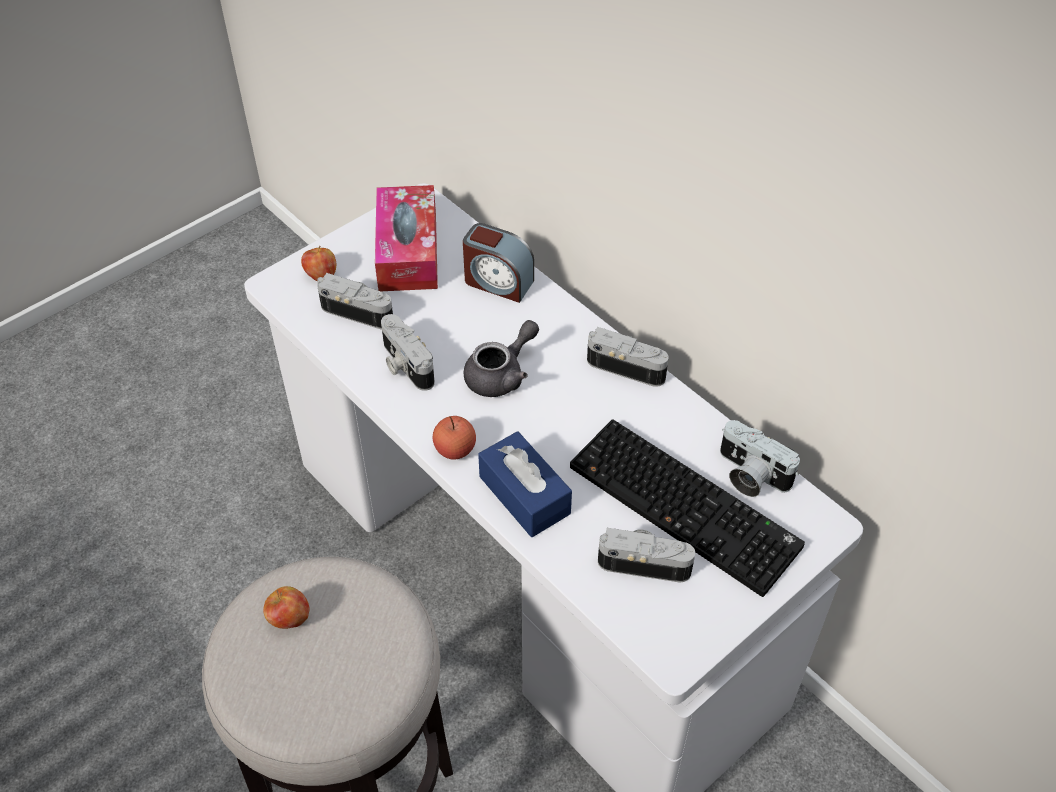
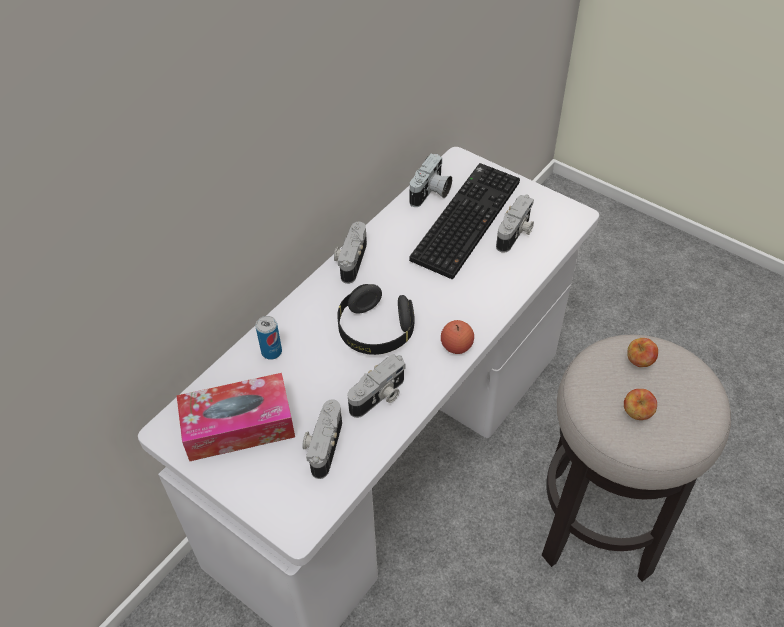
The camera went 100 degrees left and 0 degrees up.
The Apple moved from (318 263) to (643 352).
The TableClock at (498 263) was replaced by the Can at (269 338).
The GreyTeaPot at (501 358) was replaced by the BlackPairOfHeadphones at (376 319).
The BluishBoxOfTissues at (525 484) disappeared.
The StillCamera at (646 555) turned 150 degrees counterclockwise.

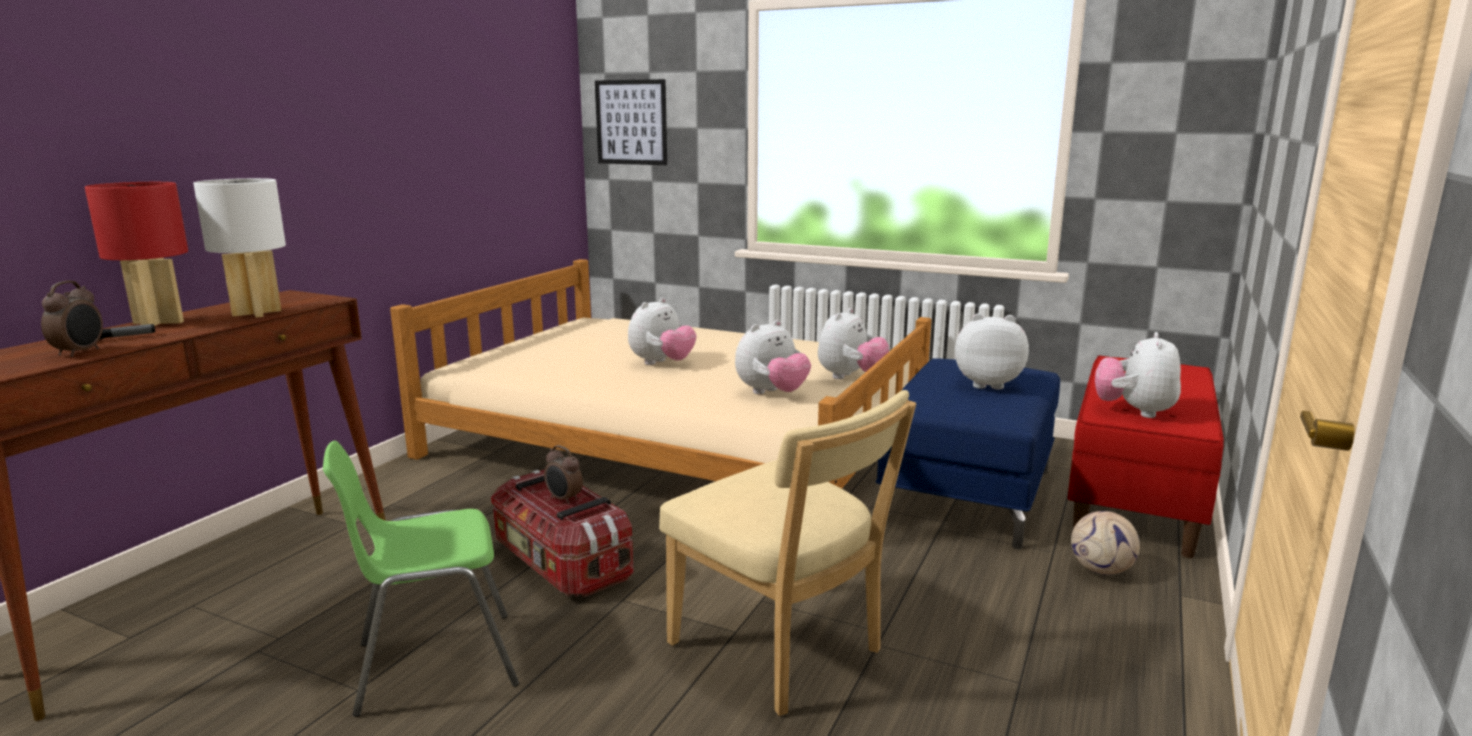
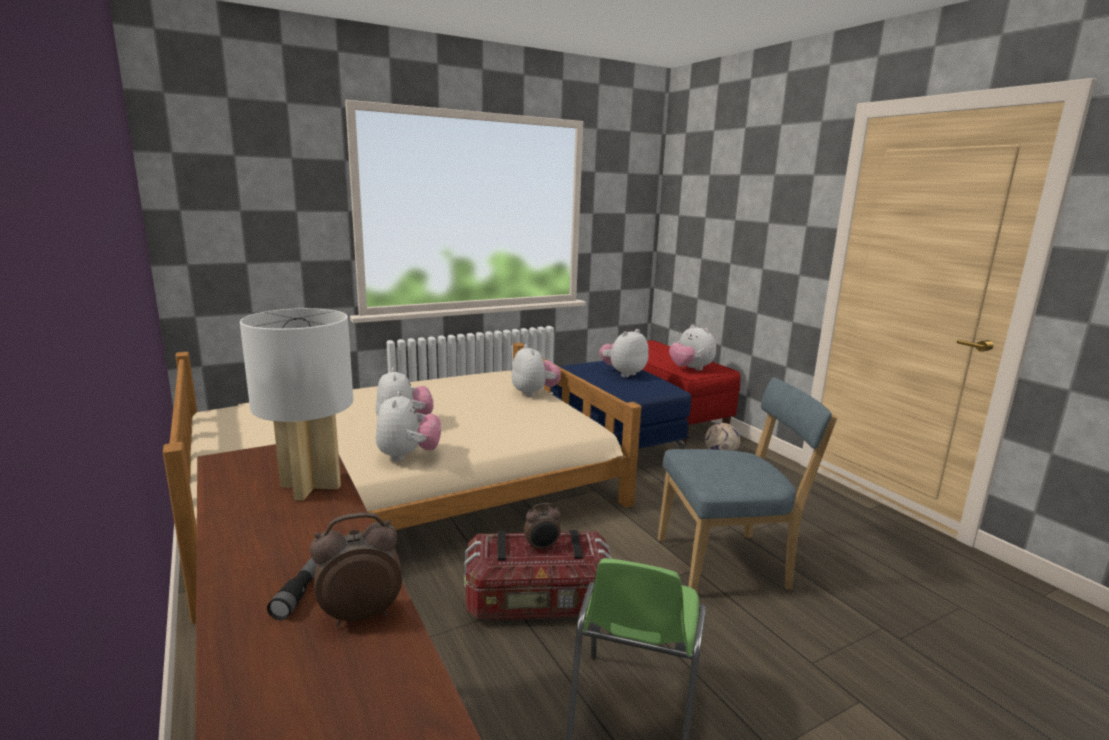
The camera went 55 degrees left and 0 degrees up.
The TableClock at (72 319) turned 60 degrees counterclockwise.
The RedTableLamp at (136 254) disappeared.
The Picture at (631 122) disappeared.
The BeigePlainChair at (787 553) became the BluishPlainChair at (747 484).
The PlushToy moved from (773 357) to (408 426).

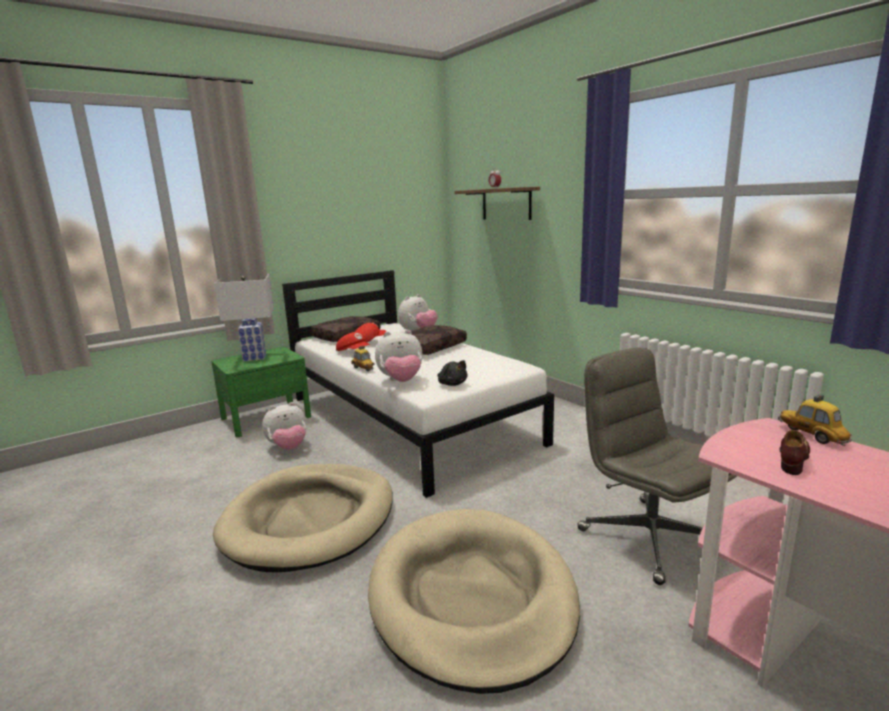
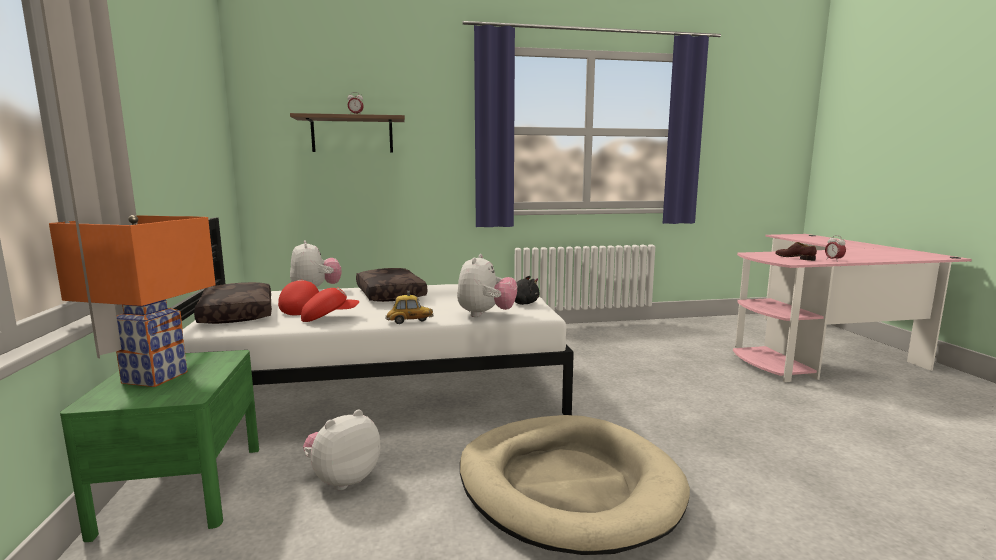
The camera went 65 degrees left and 5 degrees down.
The WhiteColouredTableLamp at (244 318) became the OrangeTableLamp at (132 301).
The PlushToy at (284 426) turned 135 degrees counterclockwise.
The BeigeDogCushion at (474 601) disappeared.
The GreyOfficeChair at (657 466) disappeared.
The ToyCar at (815 420) disappeared.
The TableClock at (835 248) appeared.

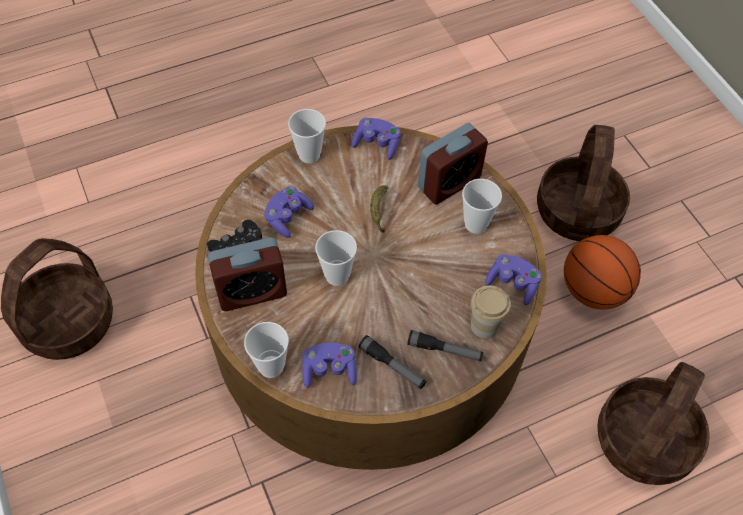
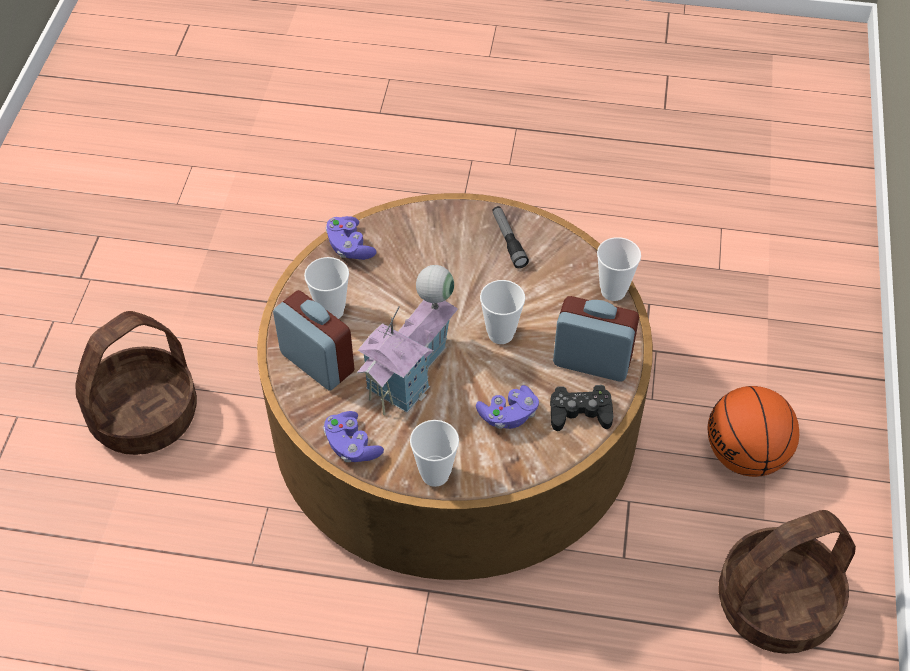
The camera went 145 degrees left and 5 degrees down.
The PurpleJoypad at (329 365) disappeared.
The Banana at (379 209) was replaced by the ToyHouse at (407 340).
The Torch at (445 345) disappeared.
The TableClock at (453 164) turned 45 degrees clockwise.
The DrinkingCup at (491 312) disappeared.
The Basketball moved from (602 272) to (753 431).
The StorageBasket at (653 423) disappeared.

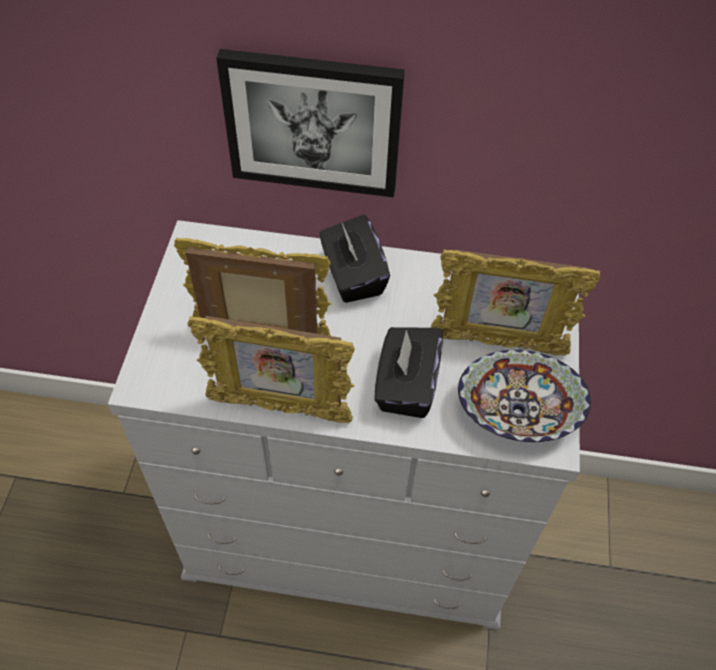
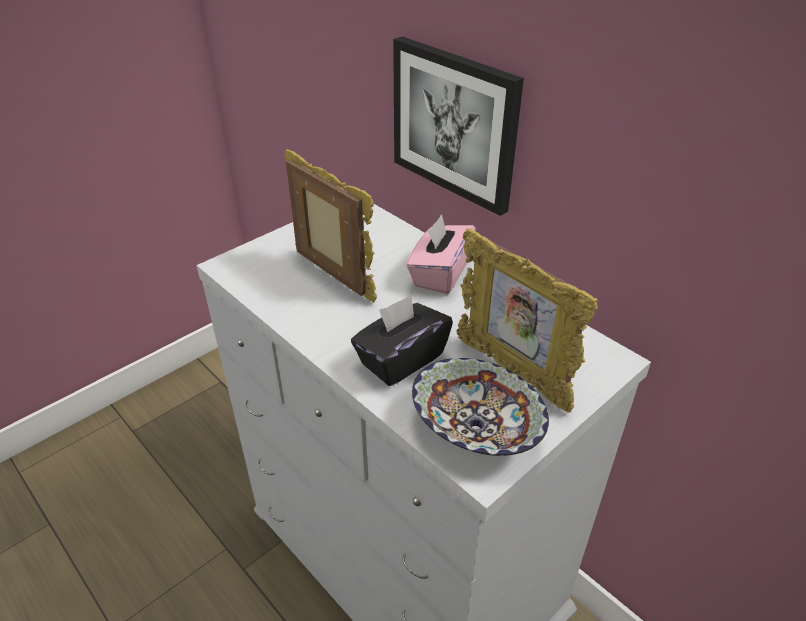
The camera went 40 degrees right and 15 degrees down.
The PictureFrame at (271 369) disappeared.
The BlackBoxOfTissues at (354 258) became the PinkBoxOfTissues at (441 254).

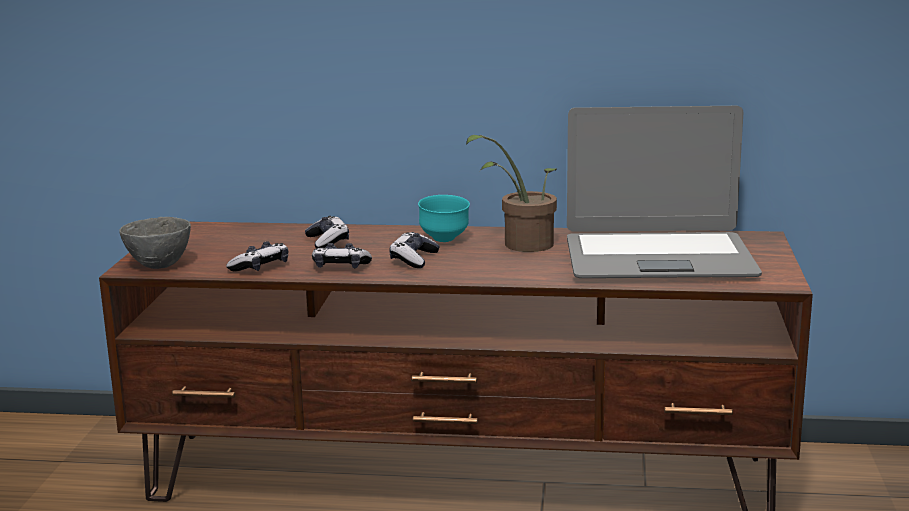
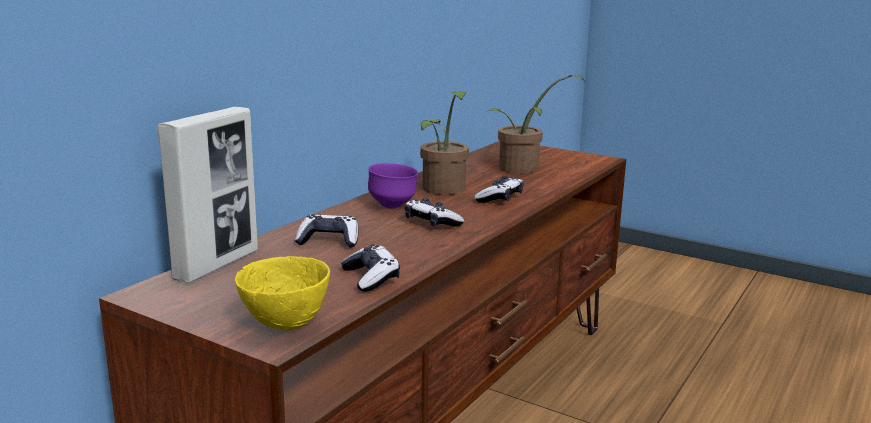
The camera went 65 degrees left and 0 degrees up.
The GreyServingBowl at (155 243) became the YellowishServingBowl at (282 293).
The Joypad moved from (342 255) to (499 189).
The BlueGreenServingBowl at (444 218) became the PurpleServingBowl at (393 185).
The Laptop at (664 192) was replaced by the Houseplant at (536 124).
The PictureFrame at (207 195) appeared.

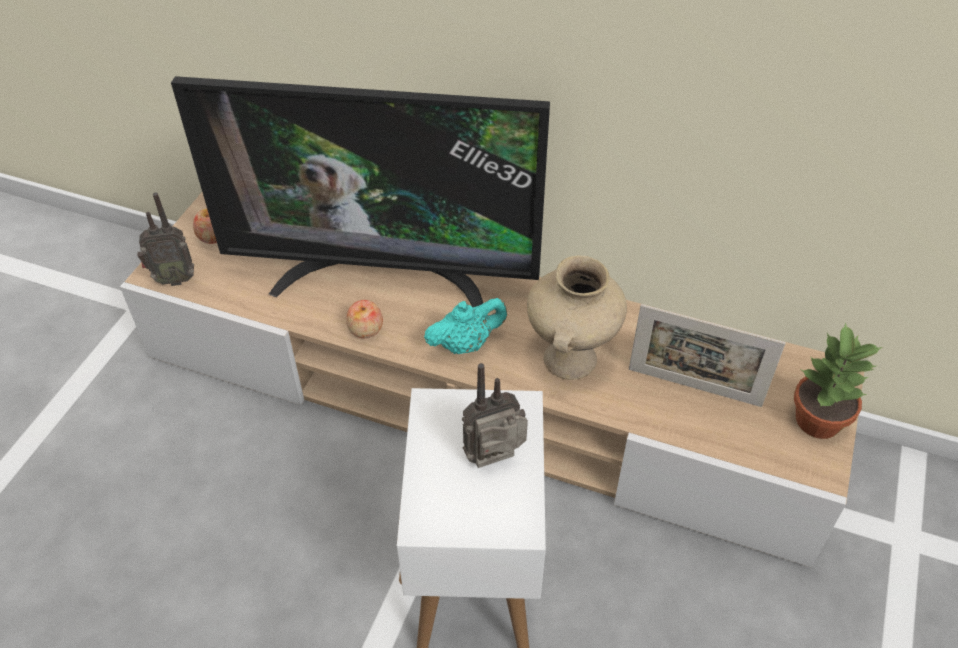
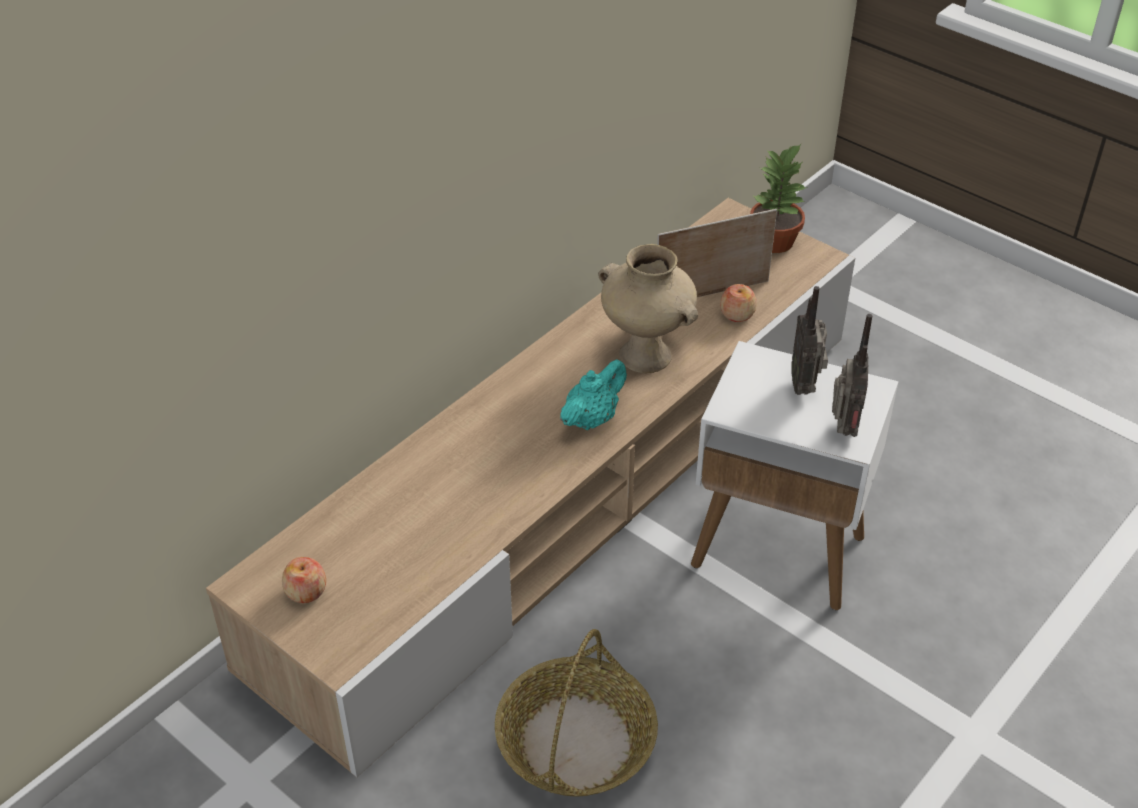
The camera went 70 degrees left and 5 degrees down.
The RadioReceiver moved from (165 239) to (852 375).
The Tv at (360 191) disappeared.
The Apple moved from (364 319) to (738 303).
The BlueGreenTeaPot at (465 326) turned 45 degrees clockwise.
The PictureFrame at (707 355) turned 150 degrees counterclockwise.
The StorageBasket at (576 713) appeared.

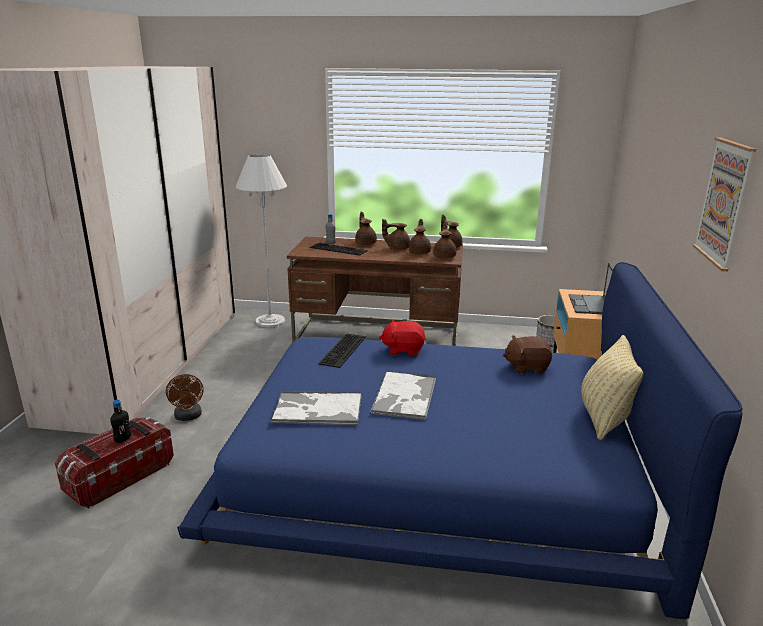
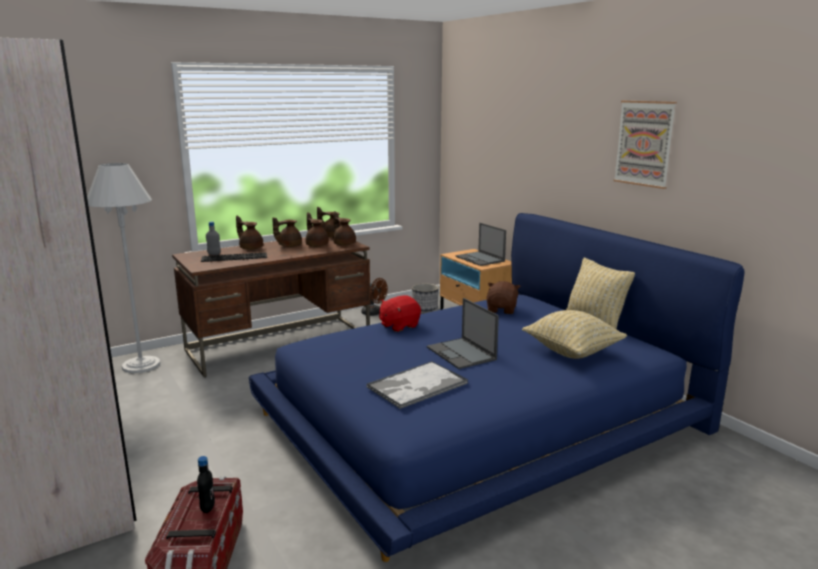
The camera went 40 degrees left and 5 degrees down.
The BrownElectricFan moved from (185 397) to (374 297).
The ComputerKeyboard at (342 351) disappeared.
The Tray at (403 395) was replaced by the Laptop at (463 333).
The BrownPlushToy at (527 354) turned 150 degrees clockwise.
The BeigeCushion at (574 334) appeared.

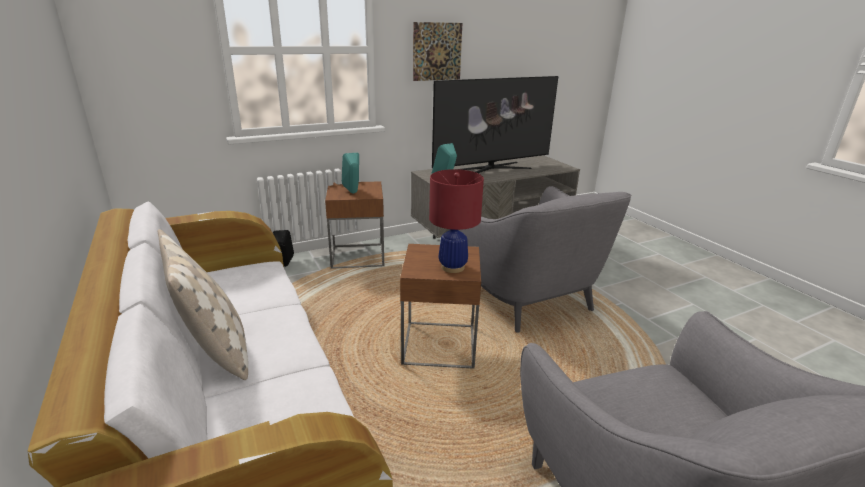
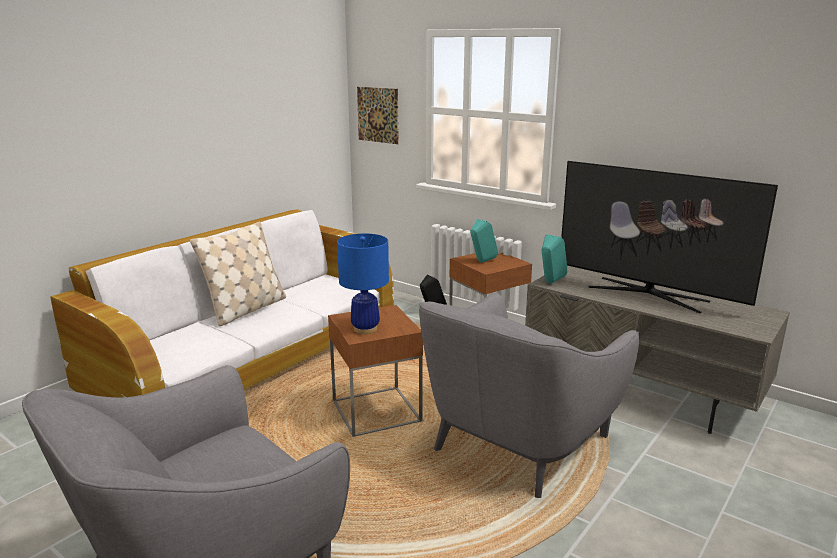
The camera went 65 degrees right and 5 degrees down.
The Picture moved from (437 51) to (378 115).
The RedTableLamp at (456 221) became the BluishTableLamp at (363 284).

